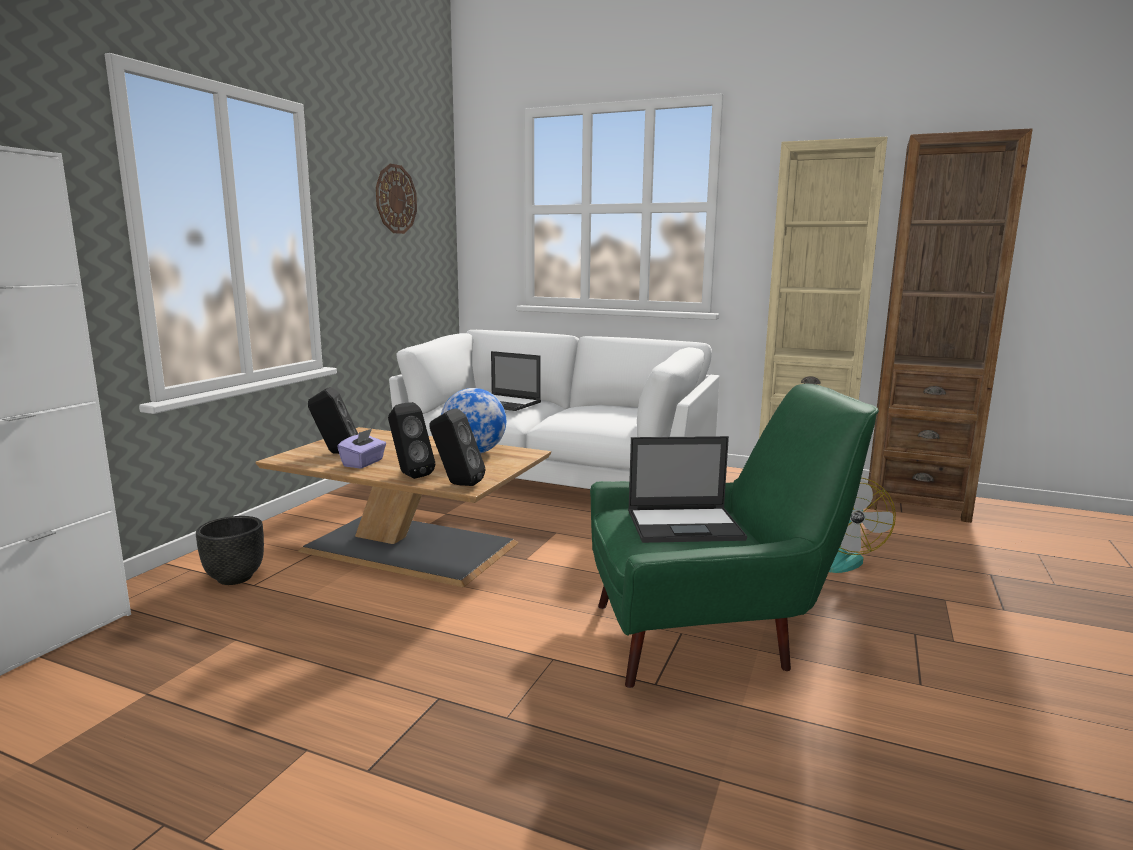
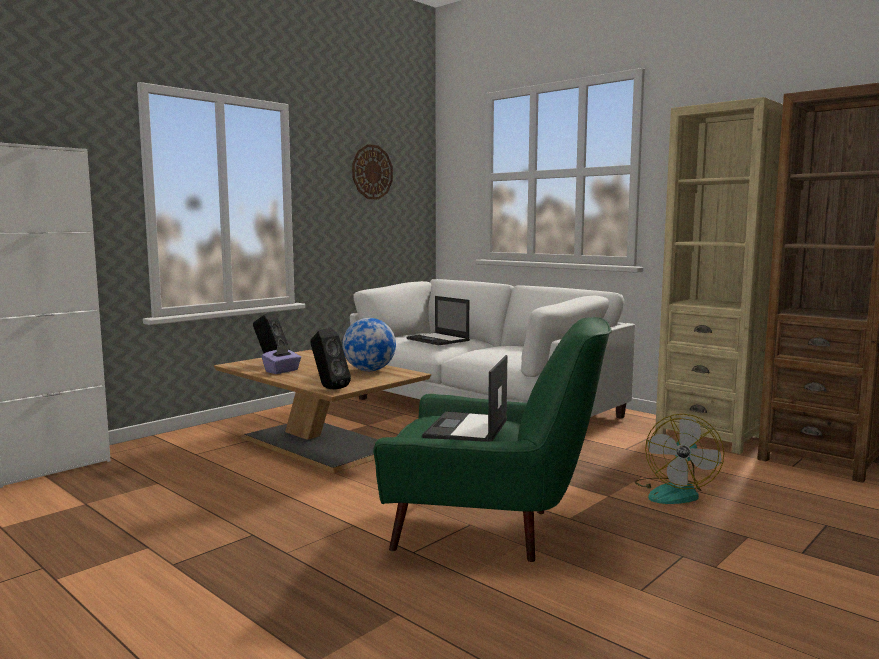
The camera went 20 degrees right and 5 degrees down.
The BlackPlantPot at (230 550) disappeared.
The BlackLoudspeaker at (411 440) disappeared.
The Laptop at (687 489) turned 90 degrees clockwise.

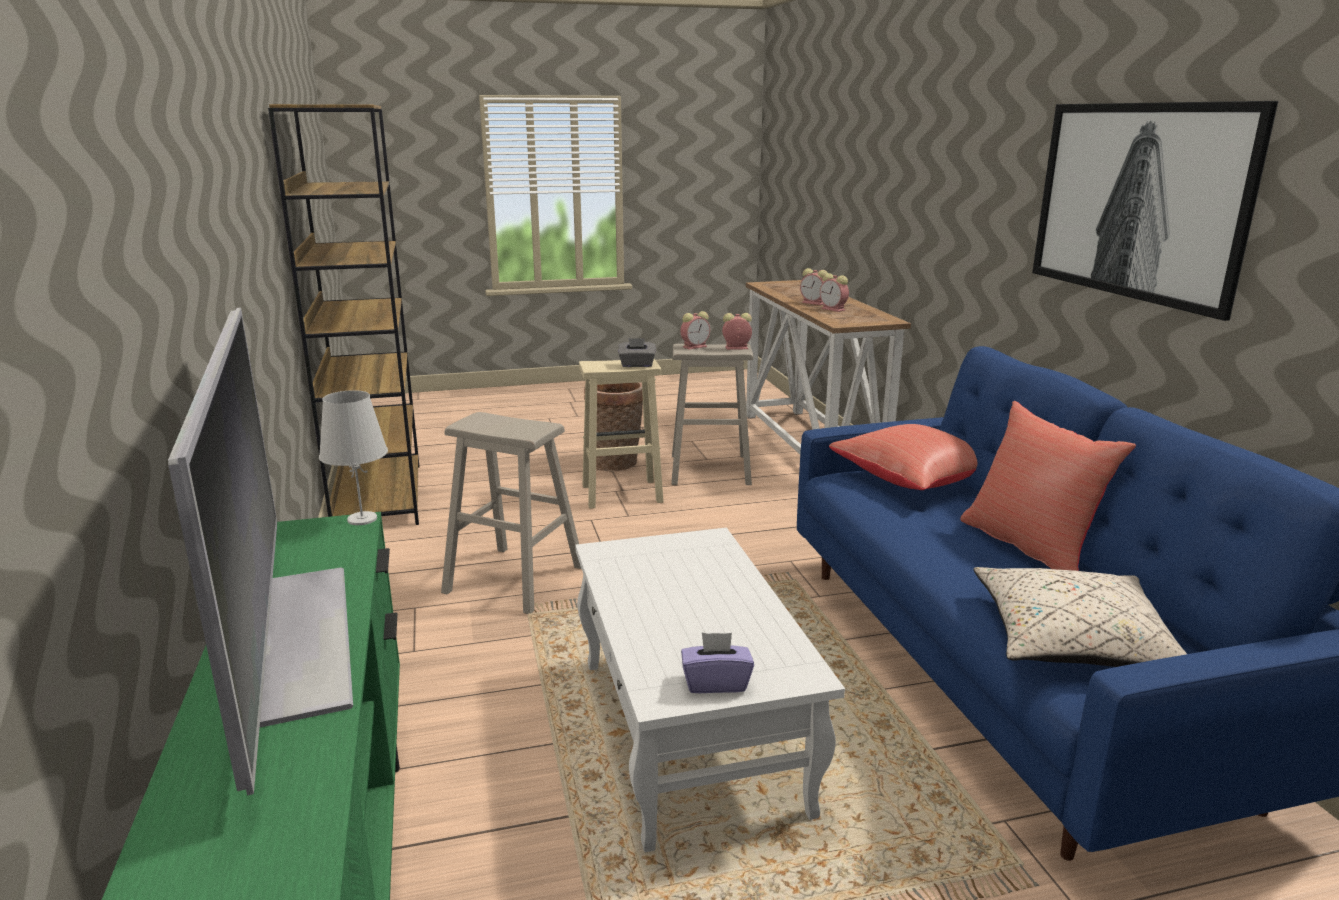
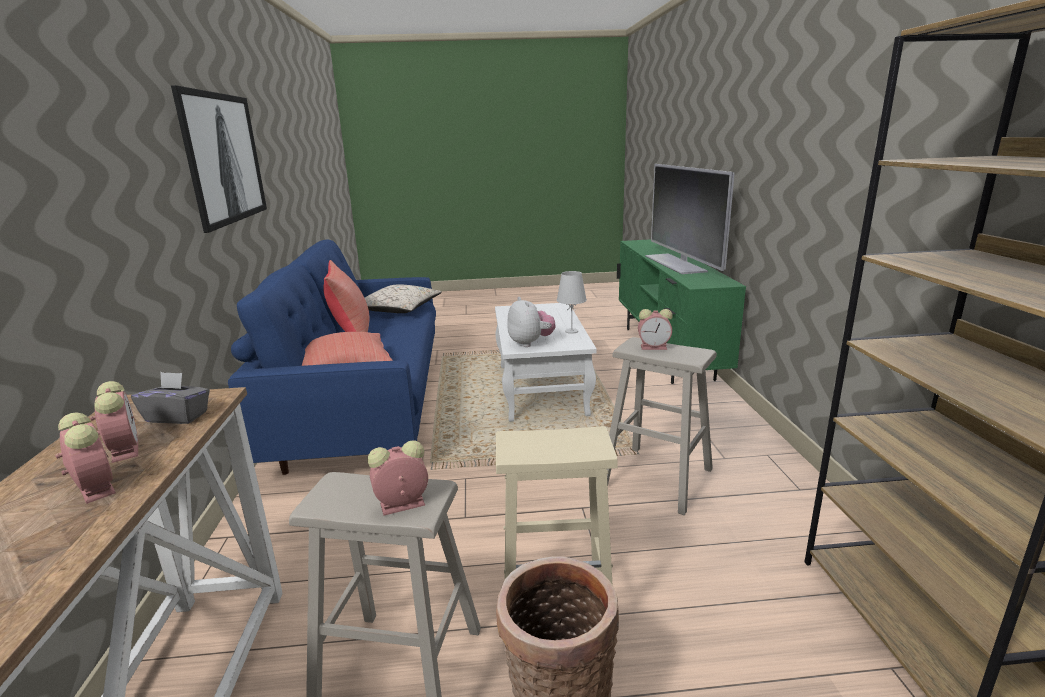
The camera went 170 degrees left and 0 degrees up.
The WhiteColouredTableLamp moved from (353 457) to (572 302).
The GreyBoxOfTissues moved from (637 352) to (170 398).
The PurpleBoxOfTissues at (717 663) disappeared.
The TableClock moved from (737 331) to (655 329).
The PlushToy at (531 322) appeared.

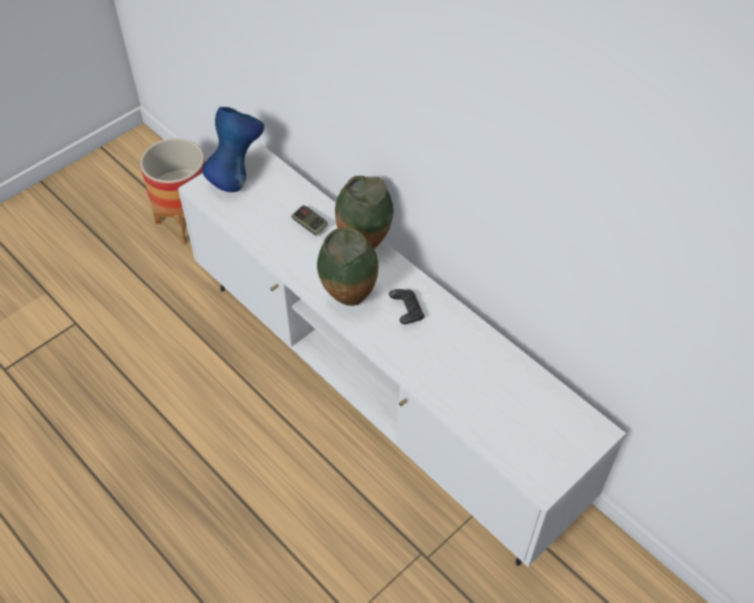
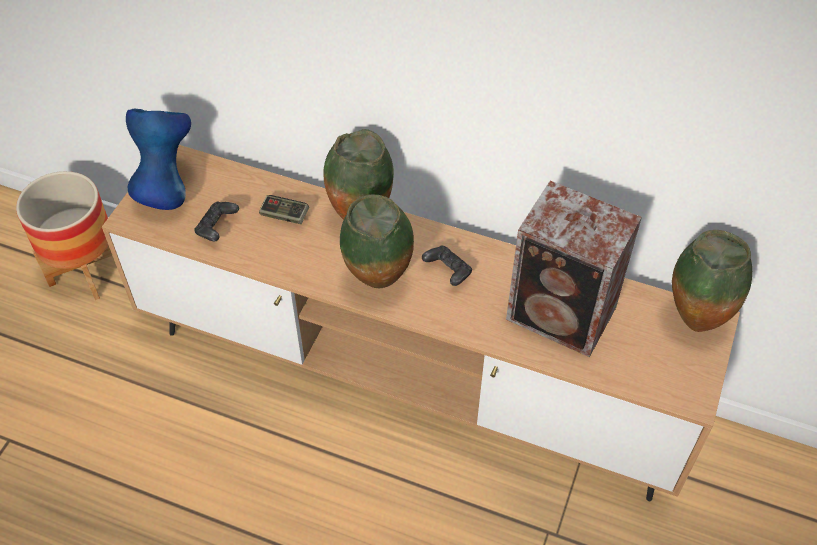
The camera went 25 degrees left and 0 degrees up.
The WhiteColouredMediaConsole at (402 353) became the BrownMediaConsole at (421 323).
The BlackJoypad at (216 221) appeared.
The Loudspeaker at (574 269) appeared.
The FlowerVase at (712 281) appeared.

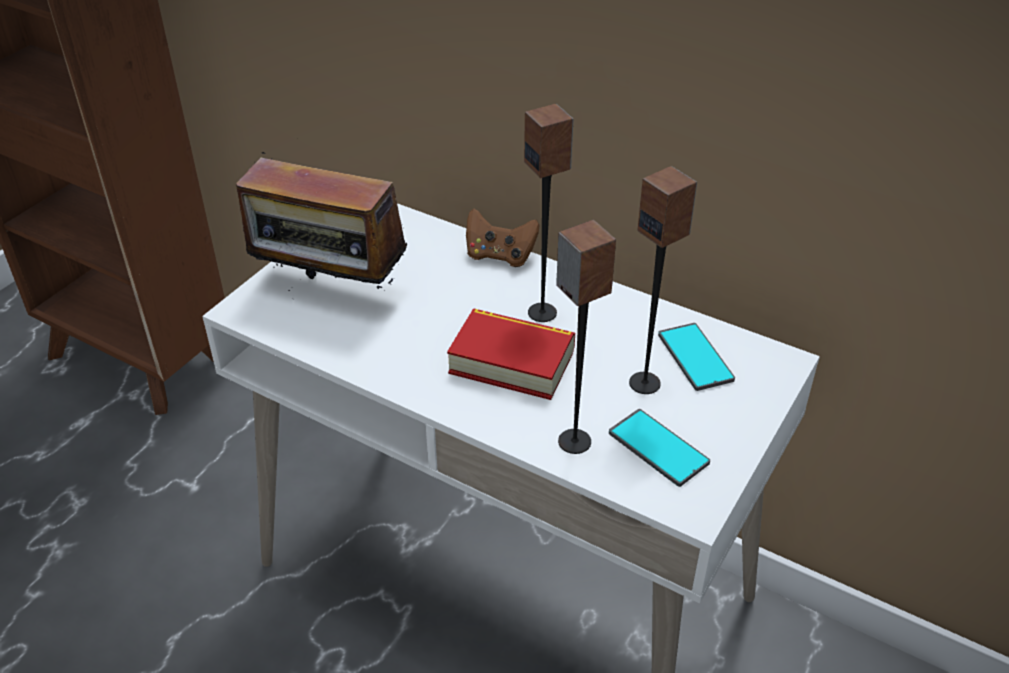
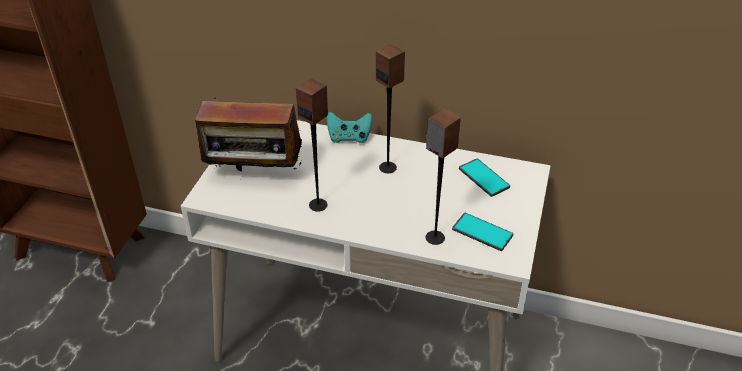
The camera went 15 degrees left and 0 degrees up.
The Book at (511 354) disappeared.
The BrownJoypad at (502 237) became the BlueGreenJoypad at (349 127).
The Loudspeaker moved from (663 280) to (312 145).

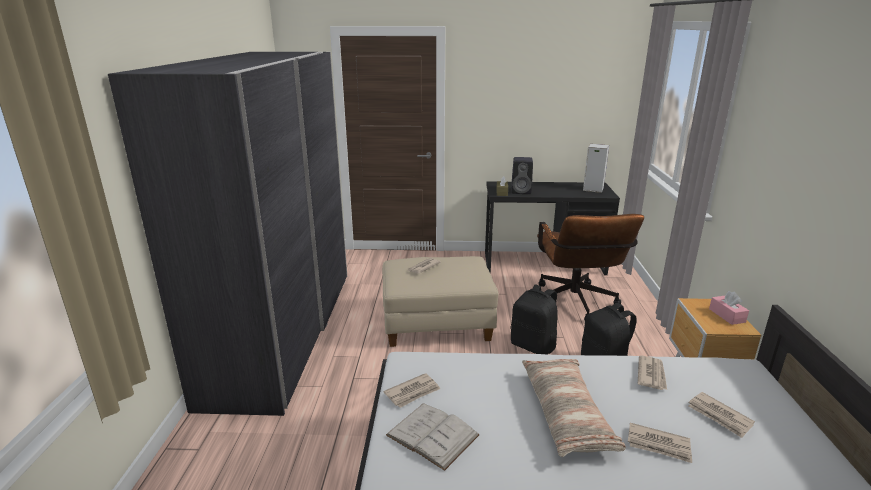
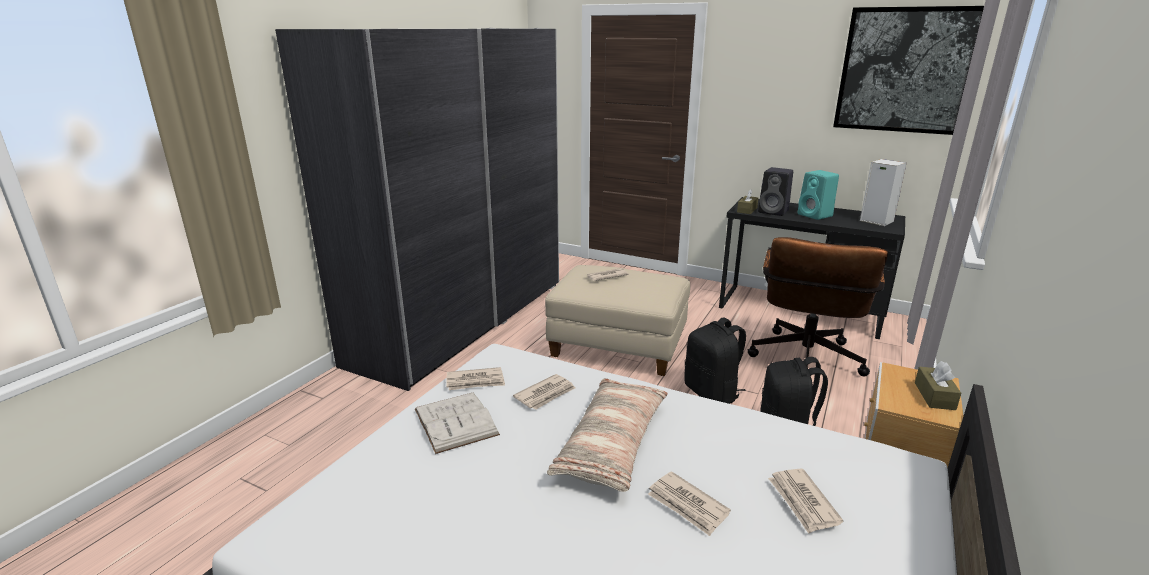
The camera went 25 degrees right and 0 degrees up.
The PrintedPaper moved from (652 372) to (544 392).
The PinkBoxOfTissues at (729 308) became the BrownBoxOfTissues at (938 385).
The BlueGreenLoudspeaker at (818 195) appeared.
The Picture at (908 70) appeared.

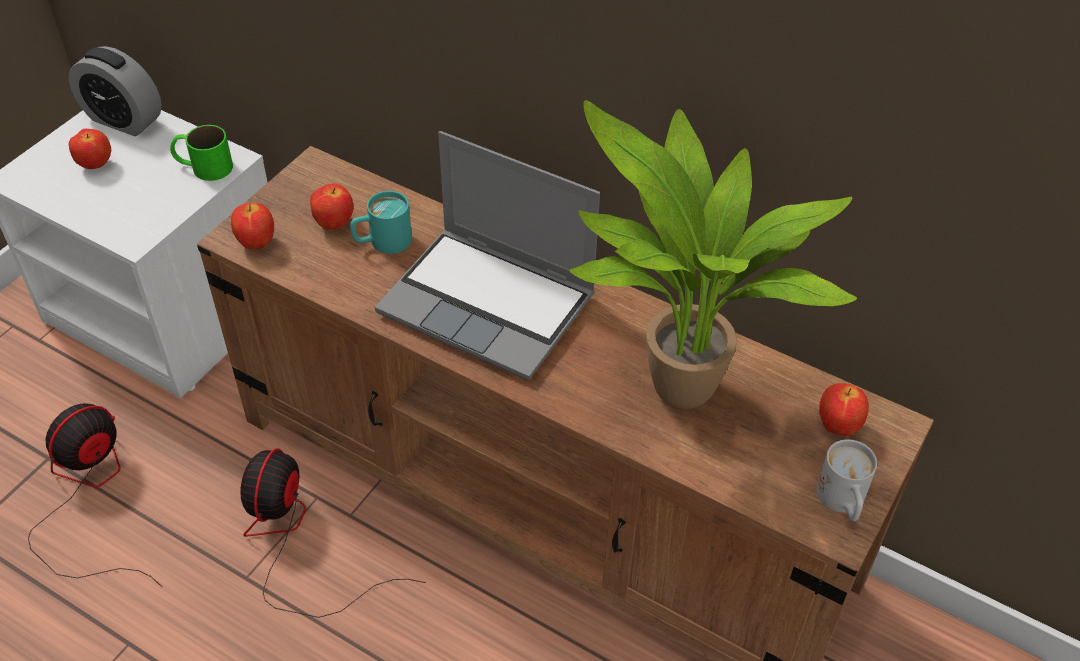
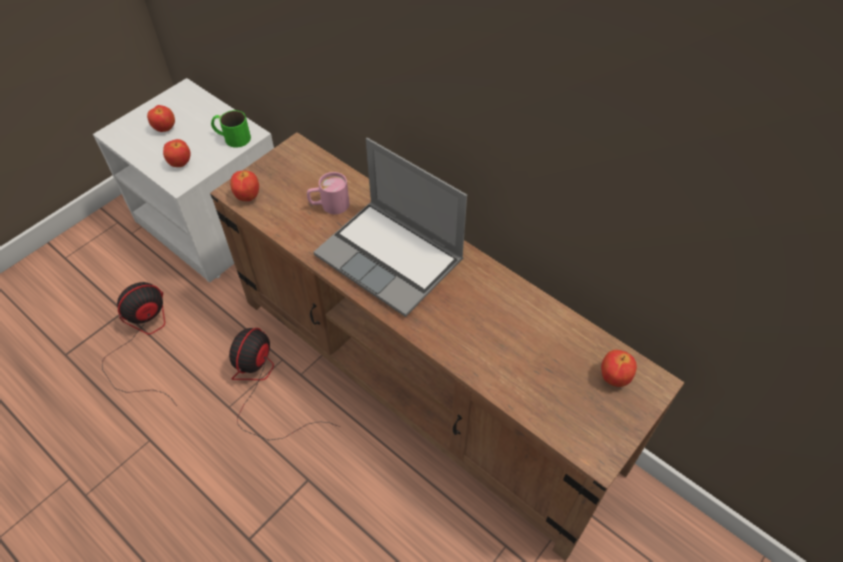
The camera went 10 degrees right and 5 degrees up.
The TableClock at (115 91) disappeared.
The Apple moved from (332 206) to (177 153).
The BlueGreenCoffeeMug at (381 222) became the PinkCoffeeMug at (328 193).
The Houseplant at (713 254) disappeared.
The WhiteColouredCoffeeMug at (846 480) disappeared.

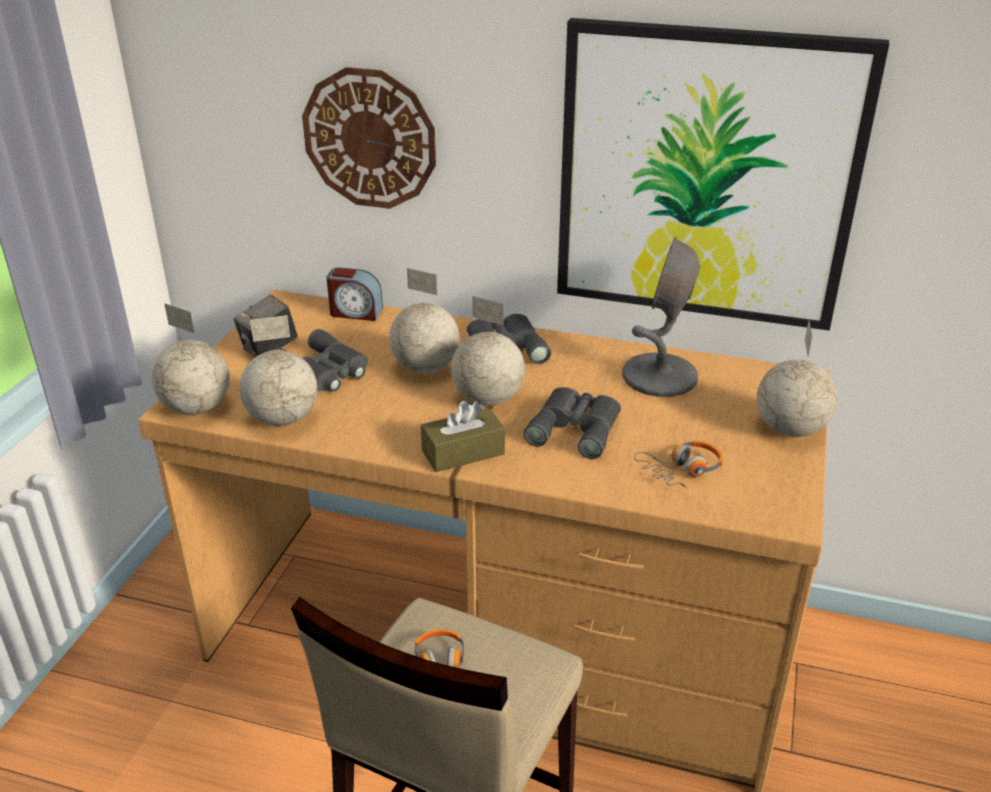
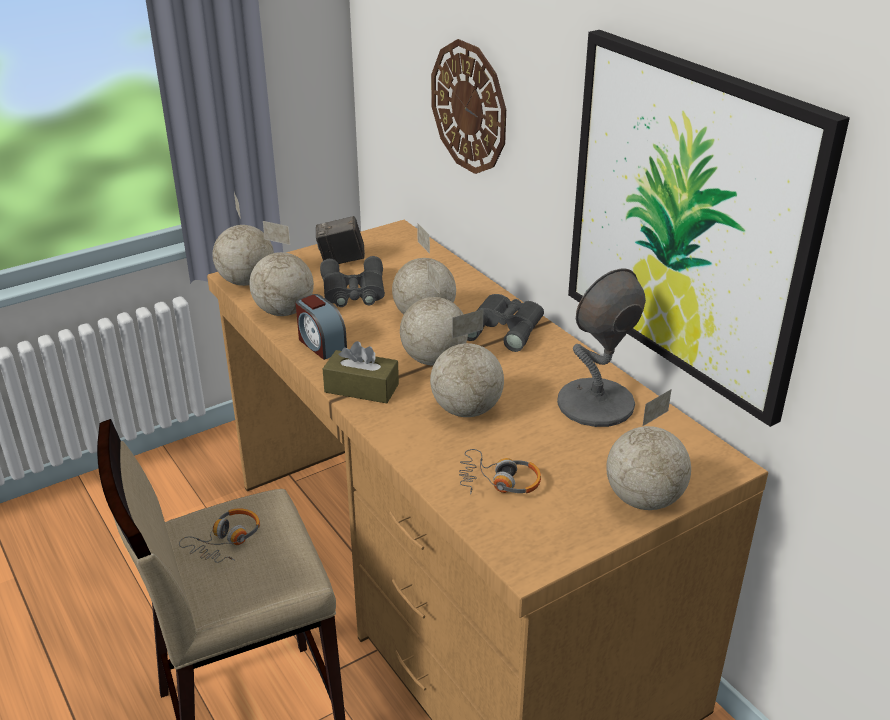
The camera went 40 degrees right and 0 degrees up.
The TableClock moved from (354 294) to (321 327).
The GreyPairOfBinoculars at (572 423) was replaced by the DeskGlobe at (467 363).

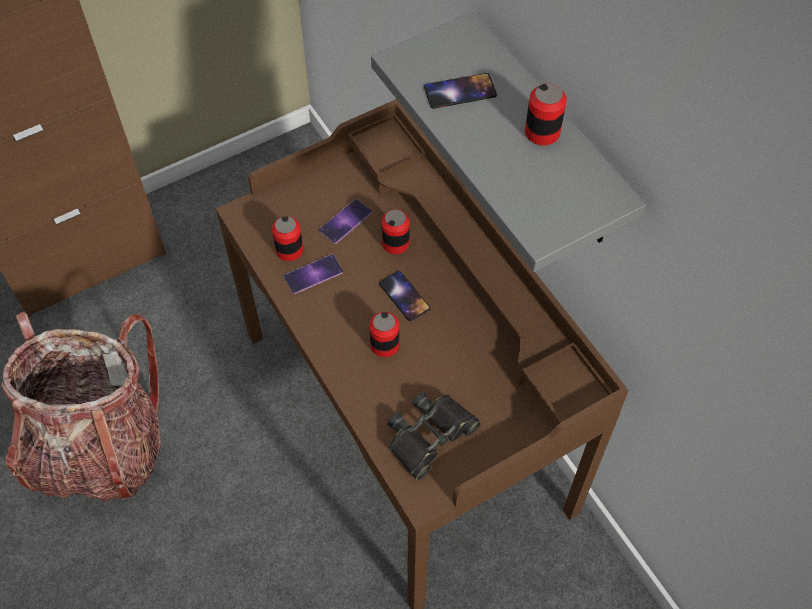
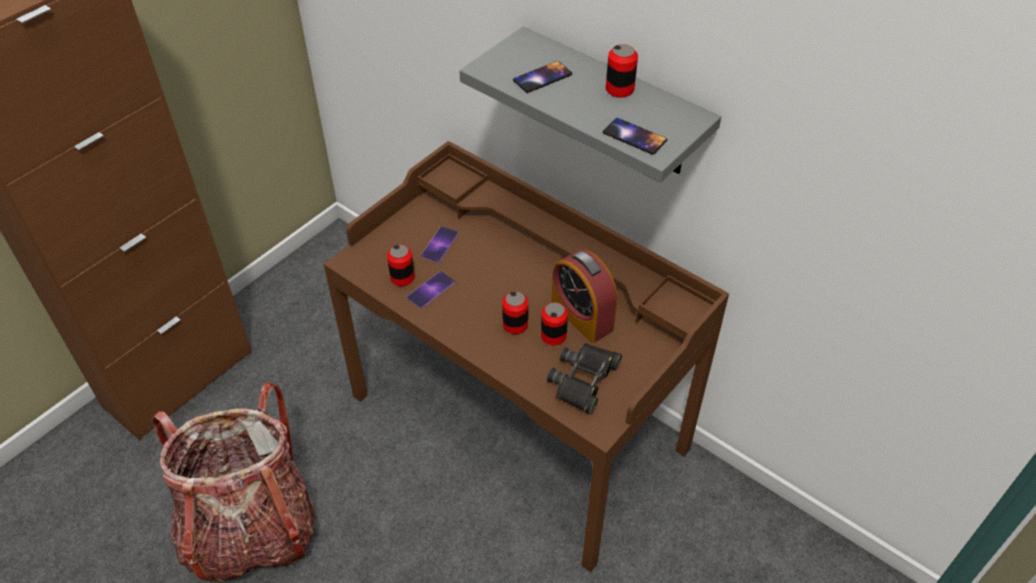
The camera went 20 degrees left and 10 degrees down.
The Handset moved from (405 296) to (635 136).
The Can moved from (395 232) to (554 323).
The TableClock at (584 296) appeared.

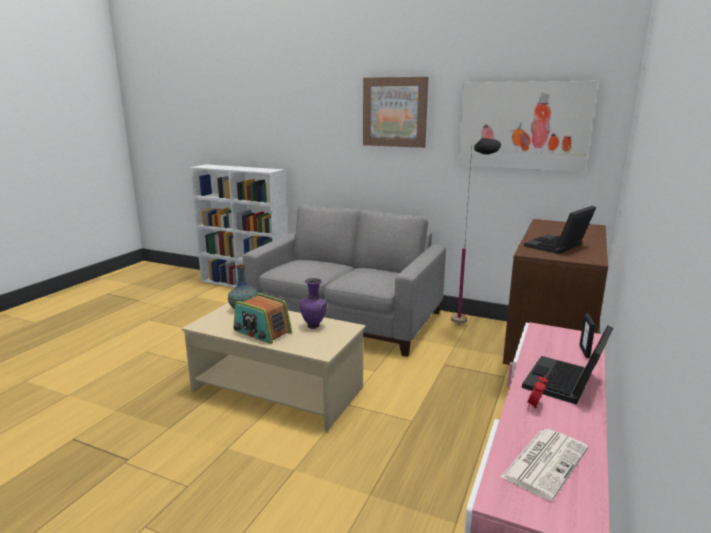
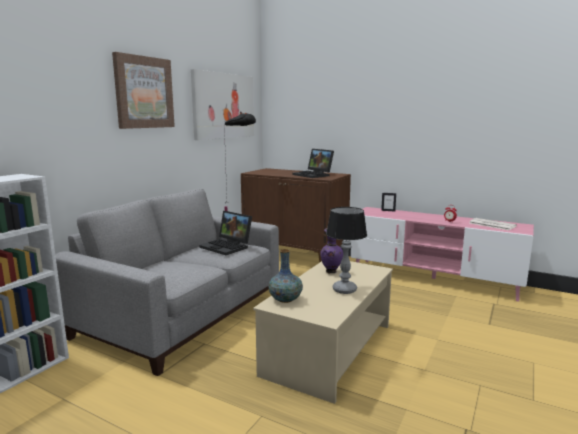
The camera went 85 degrees left and 5 degrees down.
The RadioReceiver at (262 318) was replaced by the TableLamp at (346 250).
The Laptop moved from (567 365) to (225 233).

